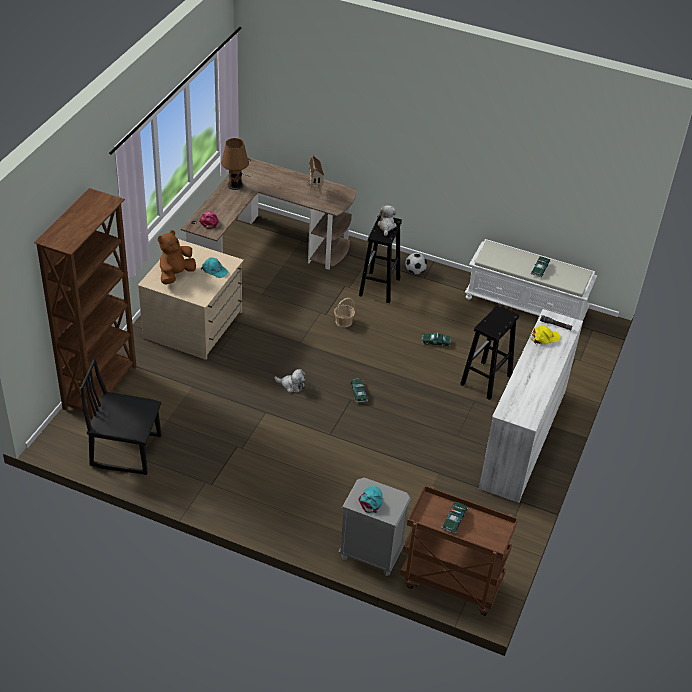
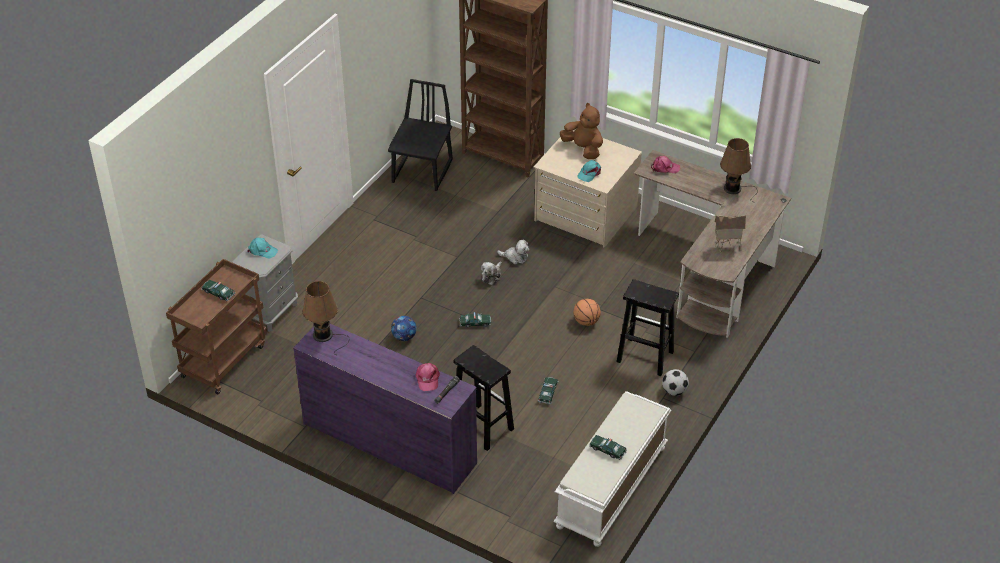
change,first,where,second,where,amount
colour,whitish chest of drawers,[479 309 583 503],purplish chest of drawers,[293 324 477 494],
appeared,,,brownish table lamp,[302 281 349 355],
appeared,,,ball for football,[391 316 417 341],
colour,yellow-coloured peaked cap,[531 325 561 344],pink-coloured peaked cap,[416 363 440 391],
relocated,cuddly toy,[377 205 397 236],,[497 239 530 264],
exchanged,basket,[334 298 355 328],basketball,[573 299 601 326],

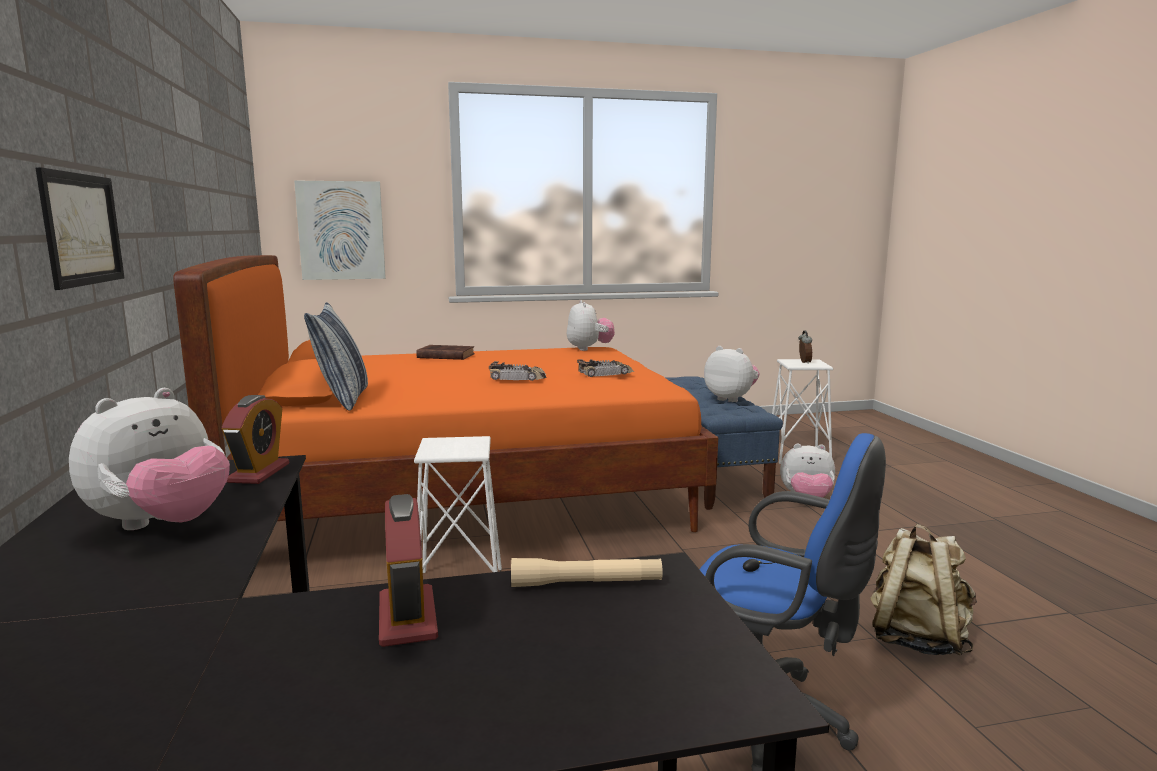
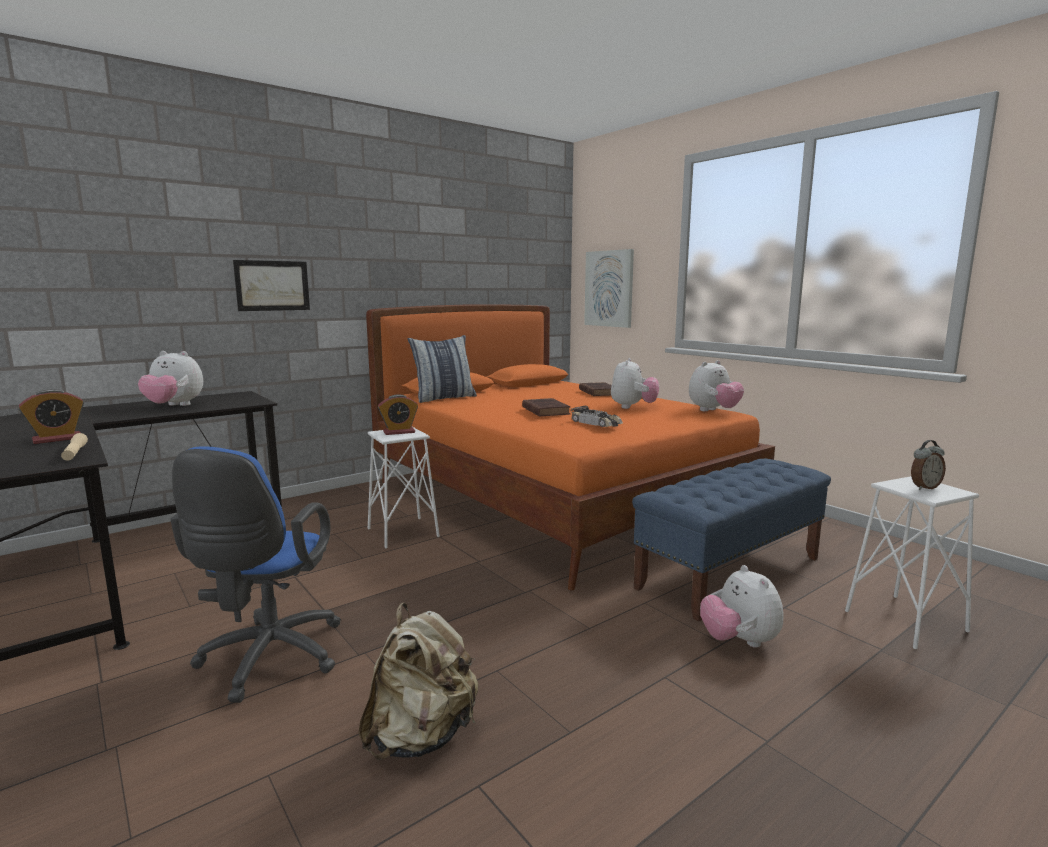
change,first,where,second,where,amount
relocated,table clock,[221 395 289 484],,[378 394 418 435],
exchanged,model car,[489 361 546 381],brownish volume,[522 398 571 417],
relocated,cuddly toy,[704 346 760 402],,[611 358 659 409],

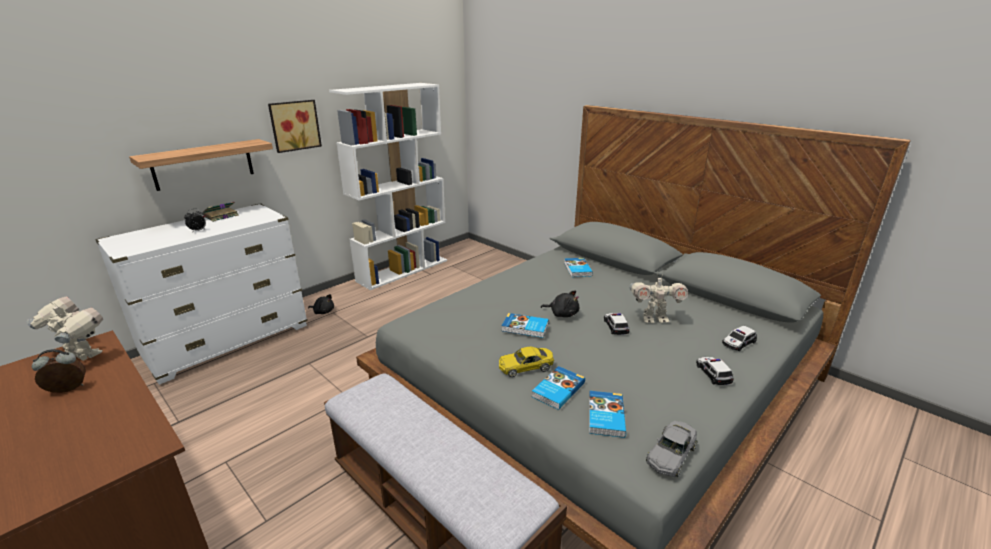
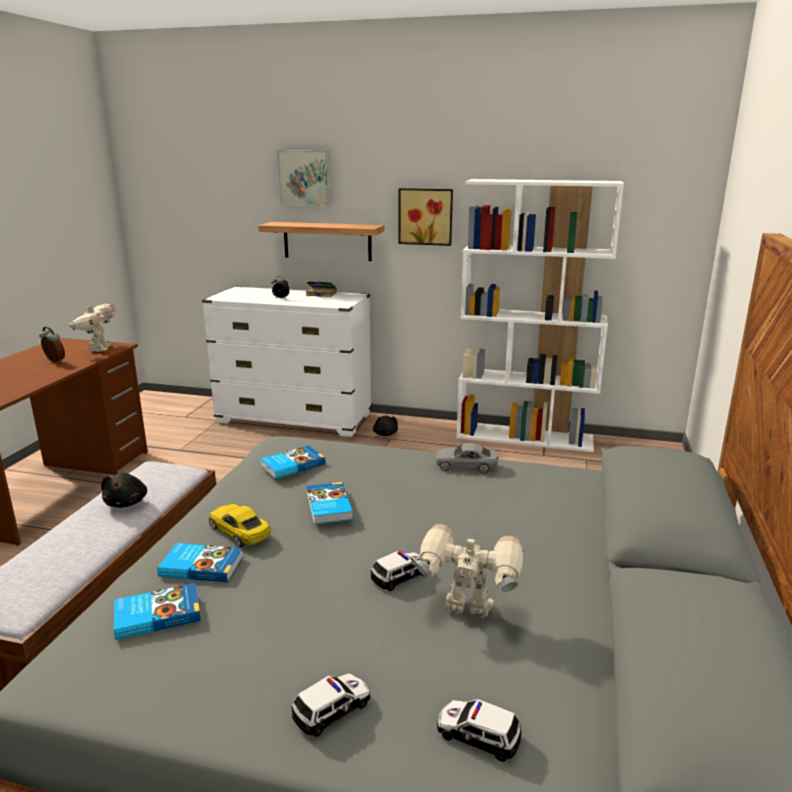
change,first,where,second,where,amount
relocated,black cuddly toy,[541 290 579 317],,[101 473 147 508],
relocated,volume,[564 258 593 277],,[260 445 325 479],
appeared,,,wall picture,[277 150 331 206],
spun,model robot,[630 273 688 323],,[416 524 523 617],135 degrees clockwise
relocated,grey model car,[646 421 697 477],,[435 443 499 473],

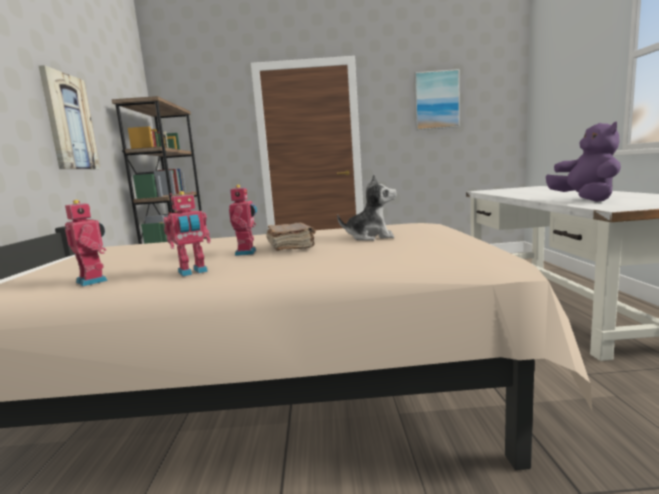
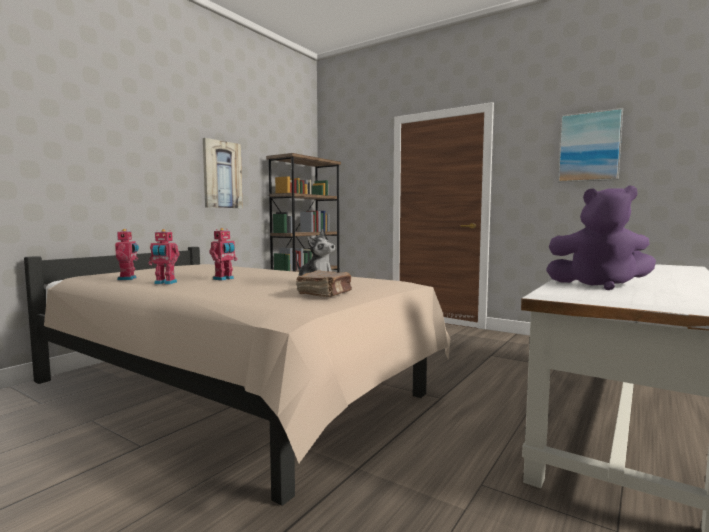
change,first,where,second,where,amount
relocated,brownish volume,[266 222 316 251],,[296 271 352 297],
spun,purplish cuddly toy,[546 122 621 202],,[546 185 656 290],75 degrees clockwise

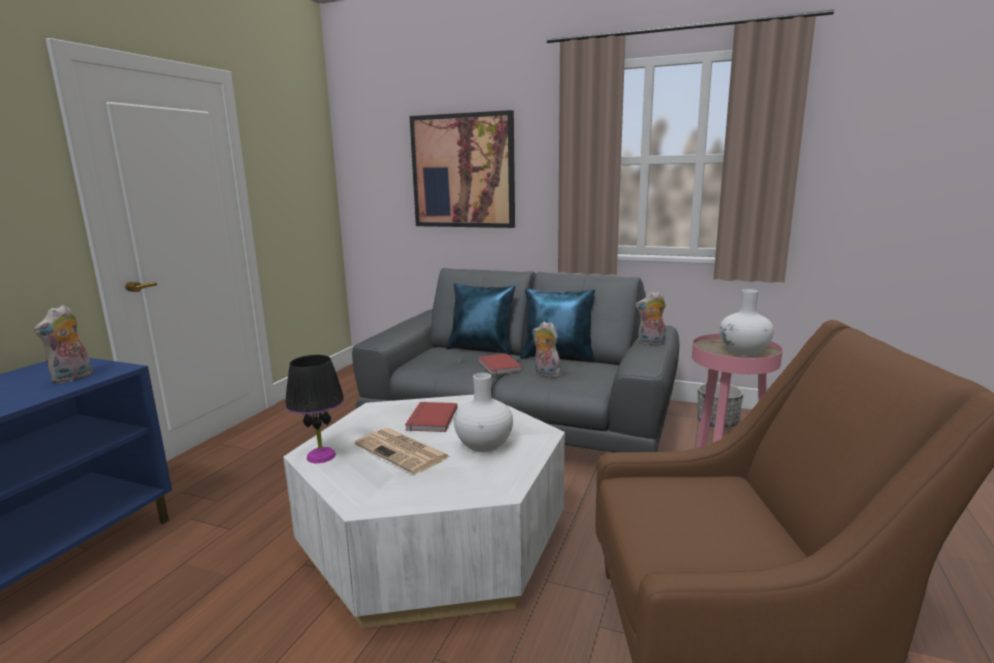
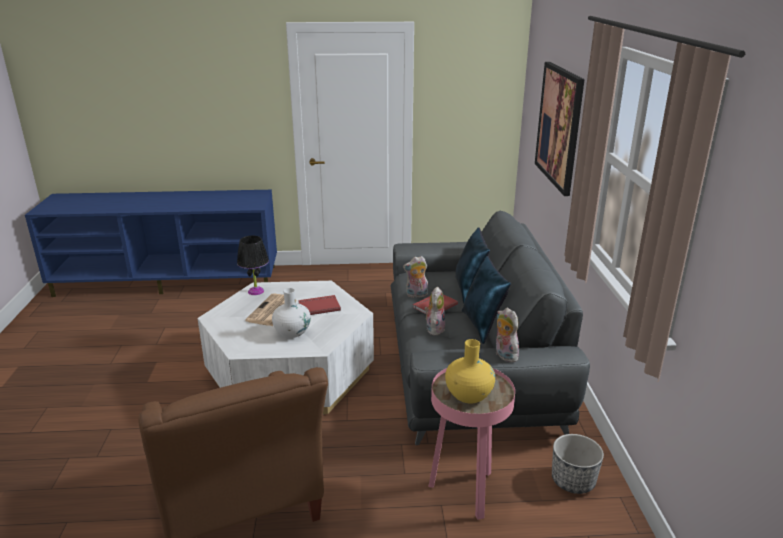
change,first,where,second,where,amount
relocated,cuddly toy,[33 305 92 383],,[403 256 428 298],
colour,whitish decorative vase,[720 289 774 355],yellow-coloured decorative vase,[445 339 496 404],

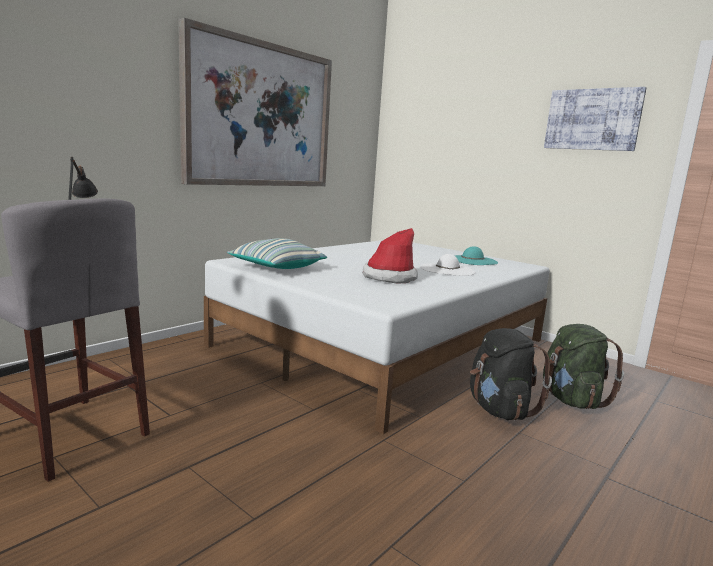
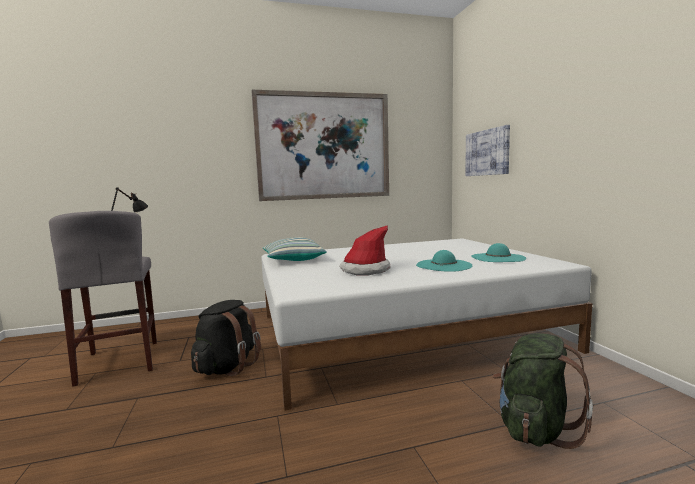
change,first,where,second,where,amount
relocated,black rucksack,[470 328 552 420],,[191 300 261 376],
colour,whitish clothing hat,[420 254 476 276],turquoise-coloured clothing hat,[416 250 472 272],
relocated,wall picture,[544 87 647 151],,[465 125 510 176],

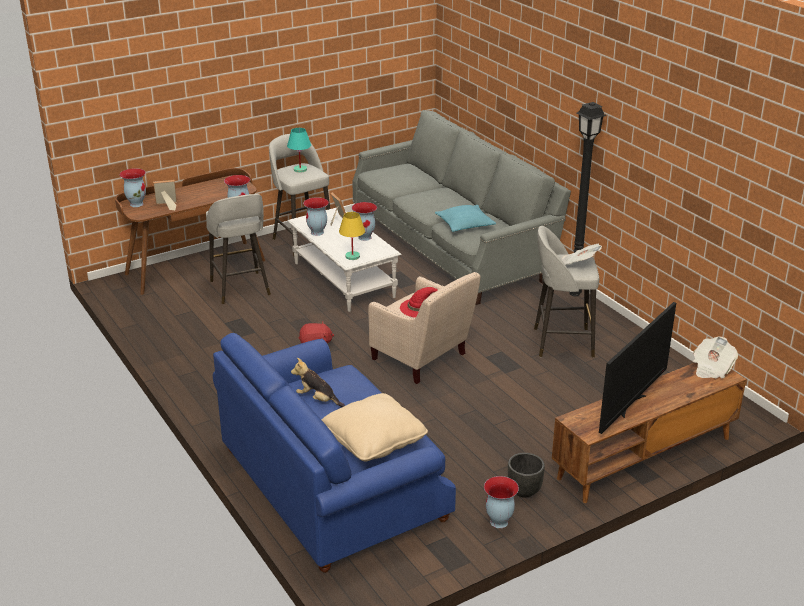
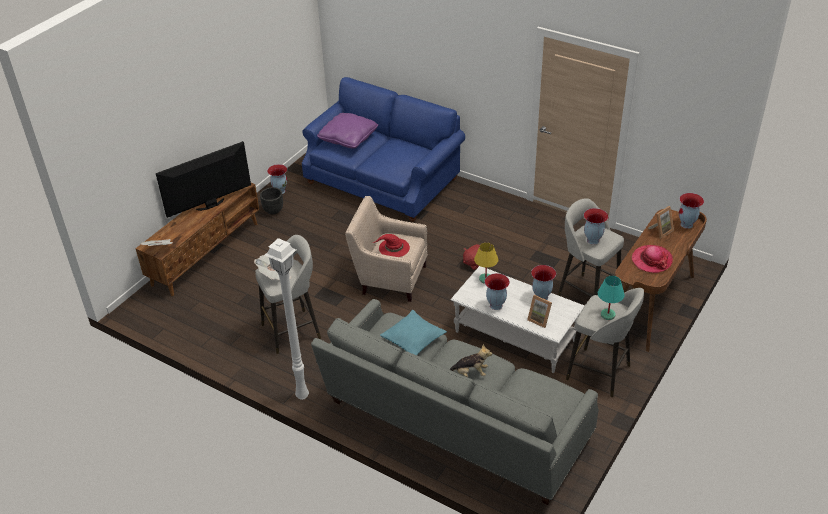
change,first,where,second,where,amount
spun,television,[599 302 676 434],,[156 141 251 218],45 degrees clockwise
colour,black standing lamp,[569 102 607 296],whitish standing lamp,[265 238 309 400],
colour,beige cushion,[321 393 428 461],purplish cushion,[317 113 378 149],
relocated,cuddly toy,[291 358 345 407],,[449 344 492 377],
appeared,,,clothing hat,[632 245 673 273],

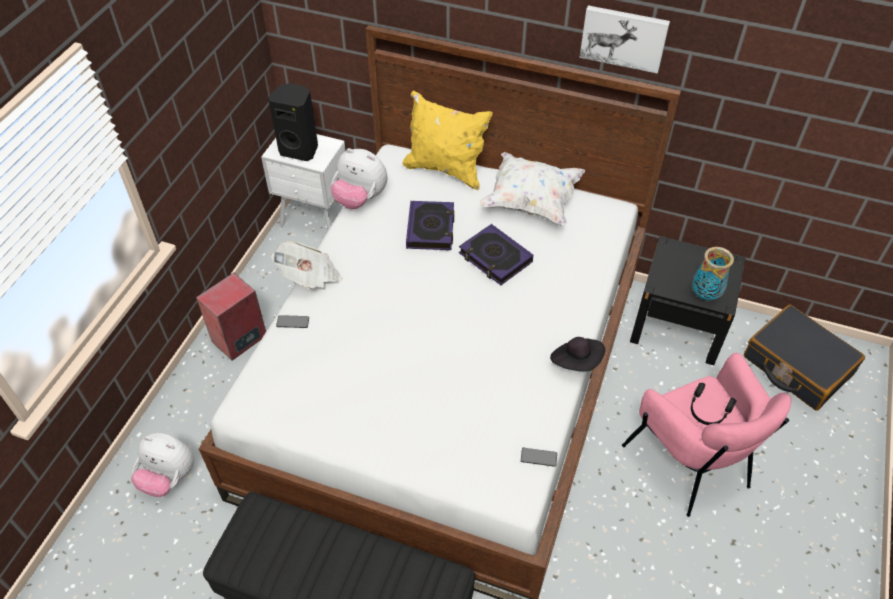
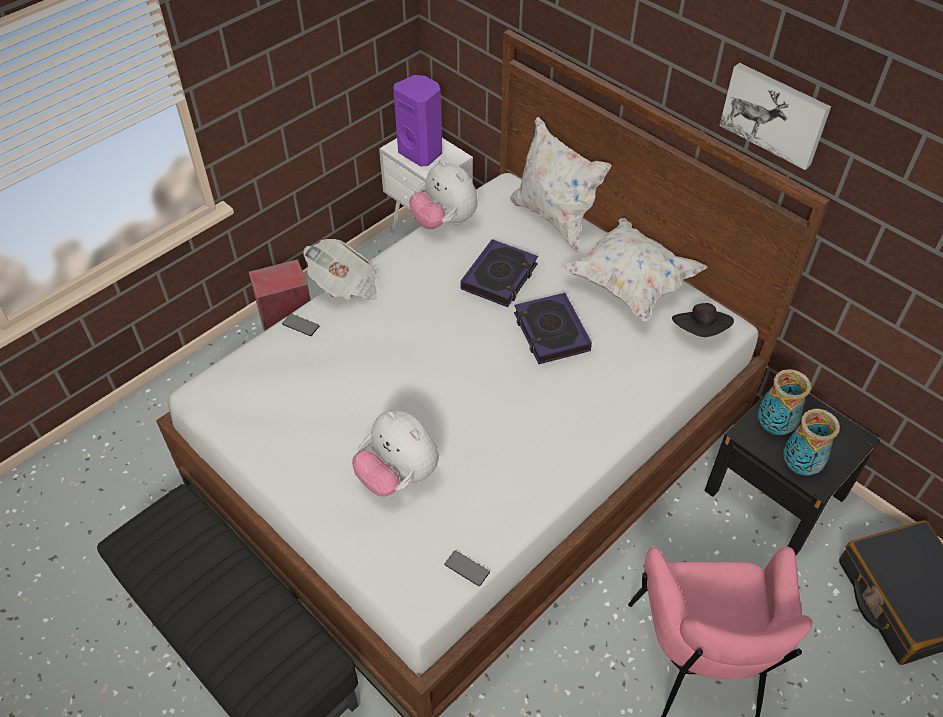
change,first,where,second,where,amount
relocated,cuddly toy,[131 432 194 497],,[352 410 439 497],
colour,black speaker,[268 83 318 161],purplish speaker,[393 75 442 167],
colour,yellow-coloured cushion,[403 91 492 190],whitish cushion,[510 117 611 252],
relocated,black clothing hat,[550 337 605 372],,[672 303 734 337],
appeared,,,decorative vase,[758 369 811 435],
missing,black pair of headphones,[691 383 737 425],,,

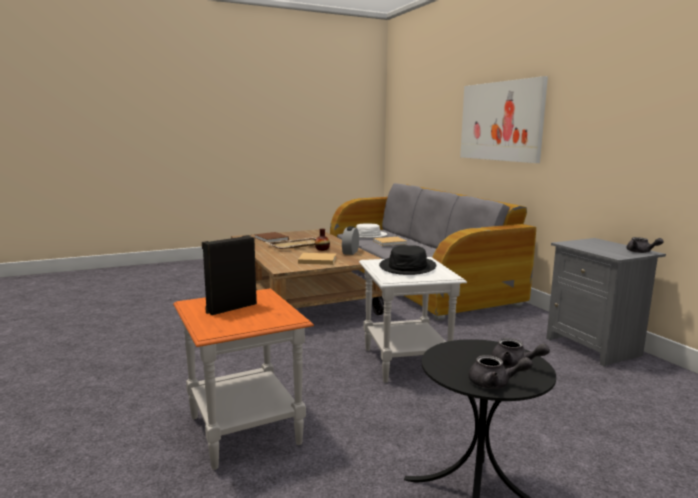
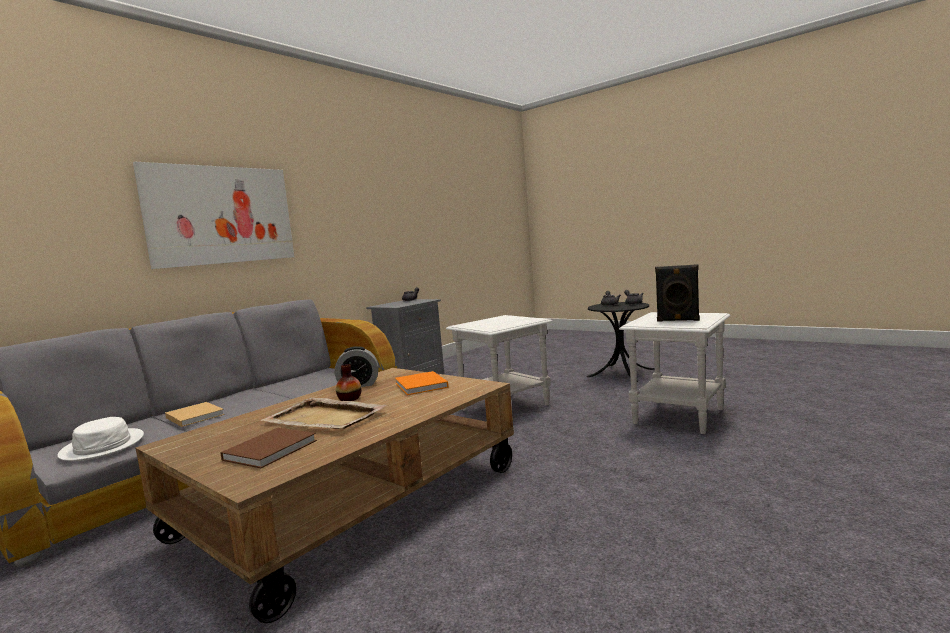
change,first,where,second,where,amount
colour,beige volume,[298 253 336 265],orange volume,[395 371 449 395],
colour,orange accent table,[173 289 314 470],whitish accent table,[619 312 730 434],
missing,black clothing hat,[379 245 436 275],,,

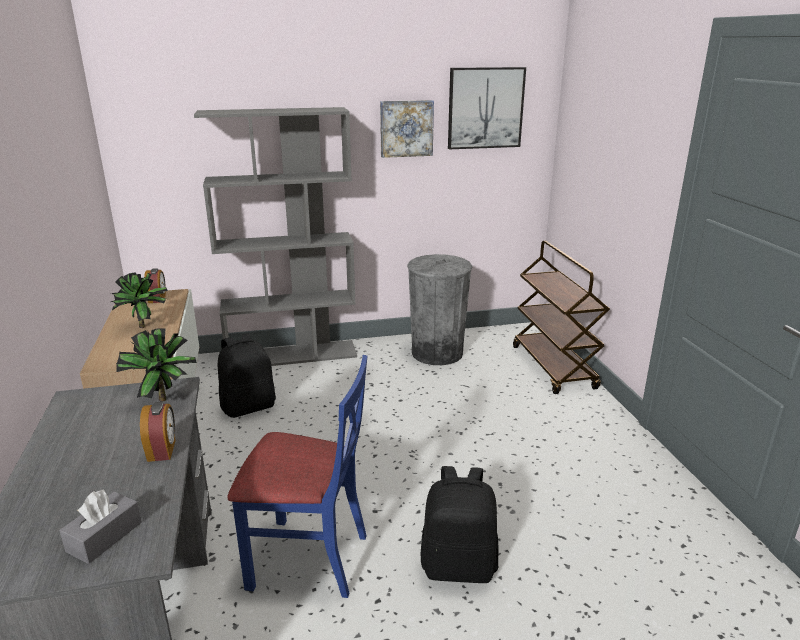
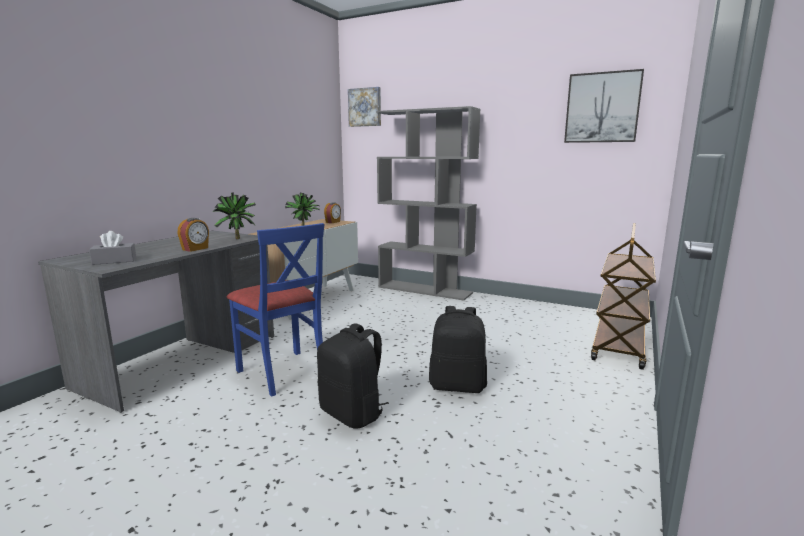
change,first,where,second,where,amount
relocated,wall picture,[380 100 434 158],,[348 87 381 127],
relocated,black rucksack,[218 333 276 418],,[429 306 487 393],
missing,grey waste bin,[407 254 473 365],,,

